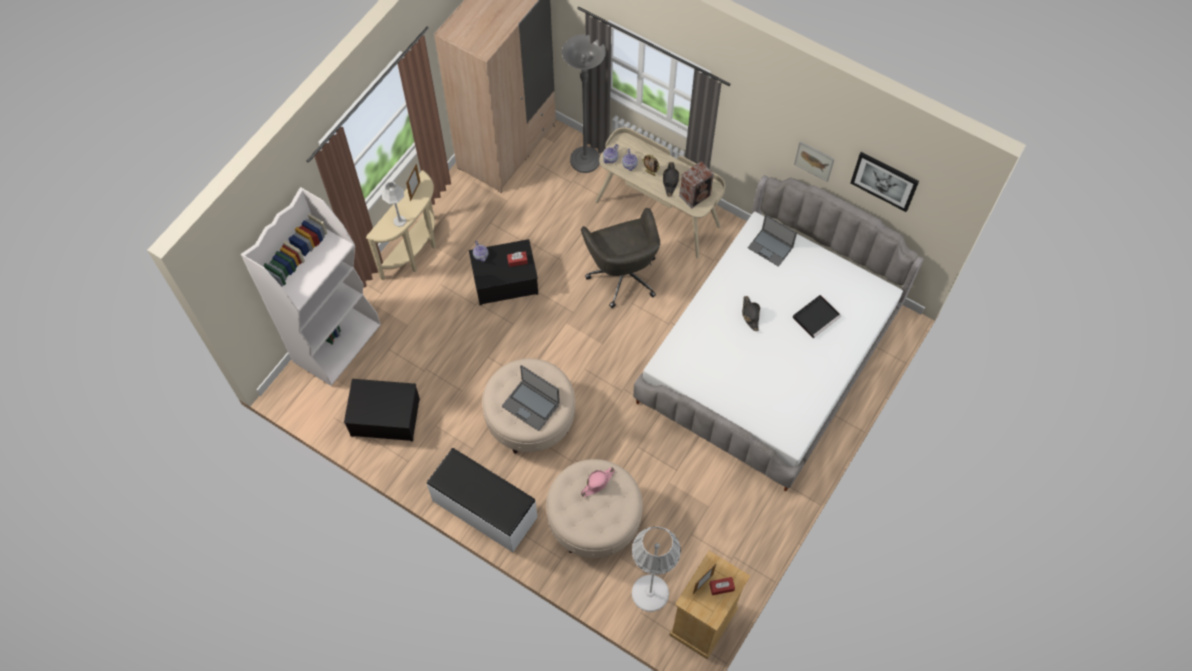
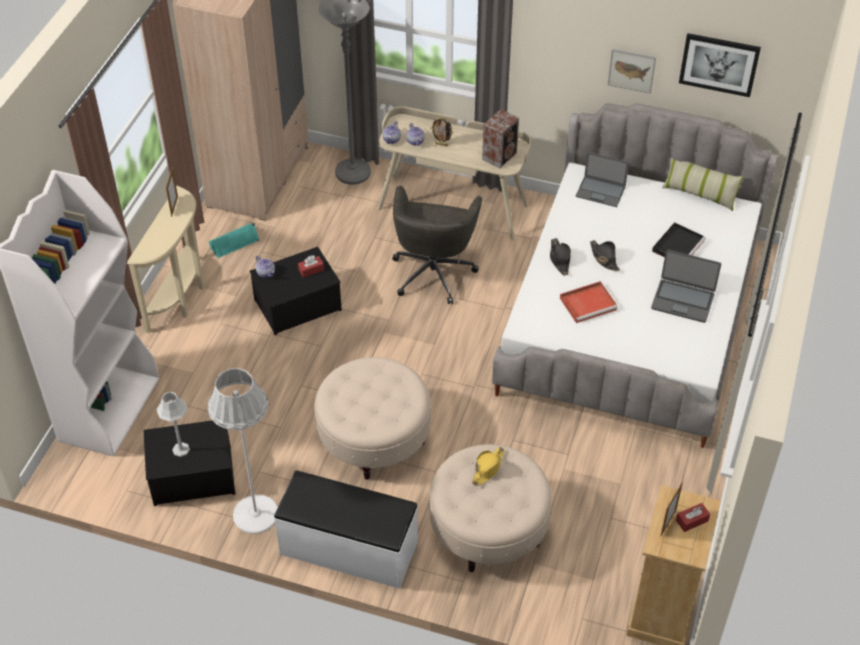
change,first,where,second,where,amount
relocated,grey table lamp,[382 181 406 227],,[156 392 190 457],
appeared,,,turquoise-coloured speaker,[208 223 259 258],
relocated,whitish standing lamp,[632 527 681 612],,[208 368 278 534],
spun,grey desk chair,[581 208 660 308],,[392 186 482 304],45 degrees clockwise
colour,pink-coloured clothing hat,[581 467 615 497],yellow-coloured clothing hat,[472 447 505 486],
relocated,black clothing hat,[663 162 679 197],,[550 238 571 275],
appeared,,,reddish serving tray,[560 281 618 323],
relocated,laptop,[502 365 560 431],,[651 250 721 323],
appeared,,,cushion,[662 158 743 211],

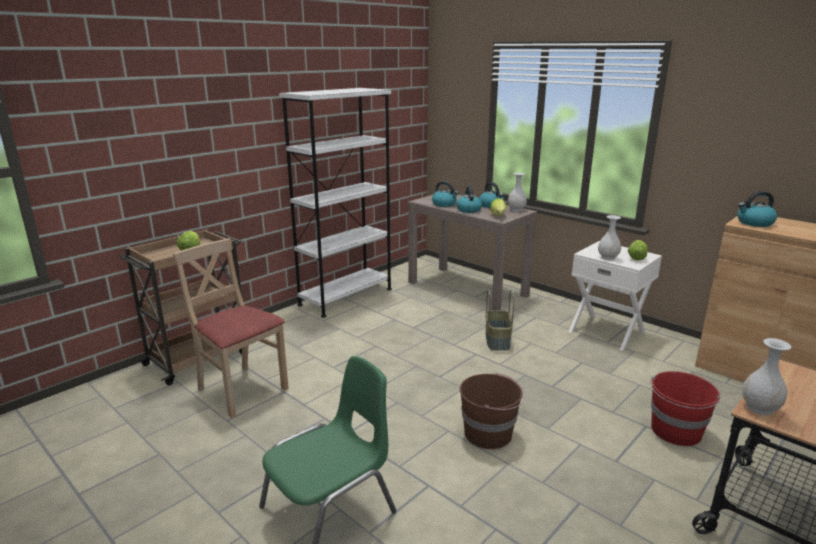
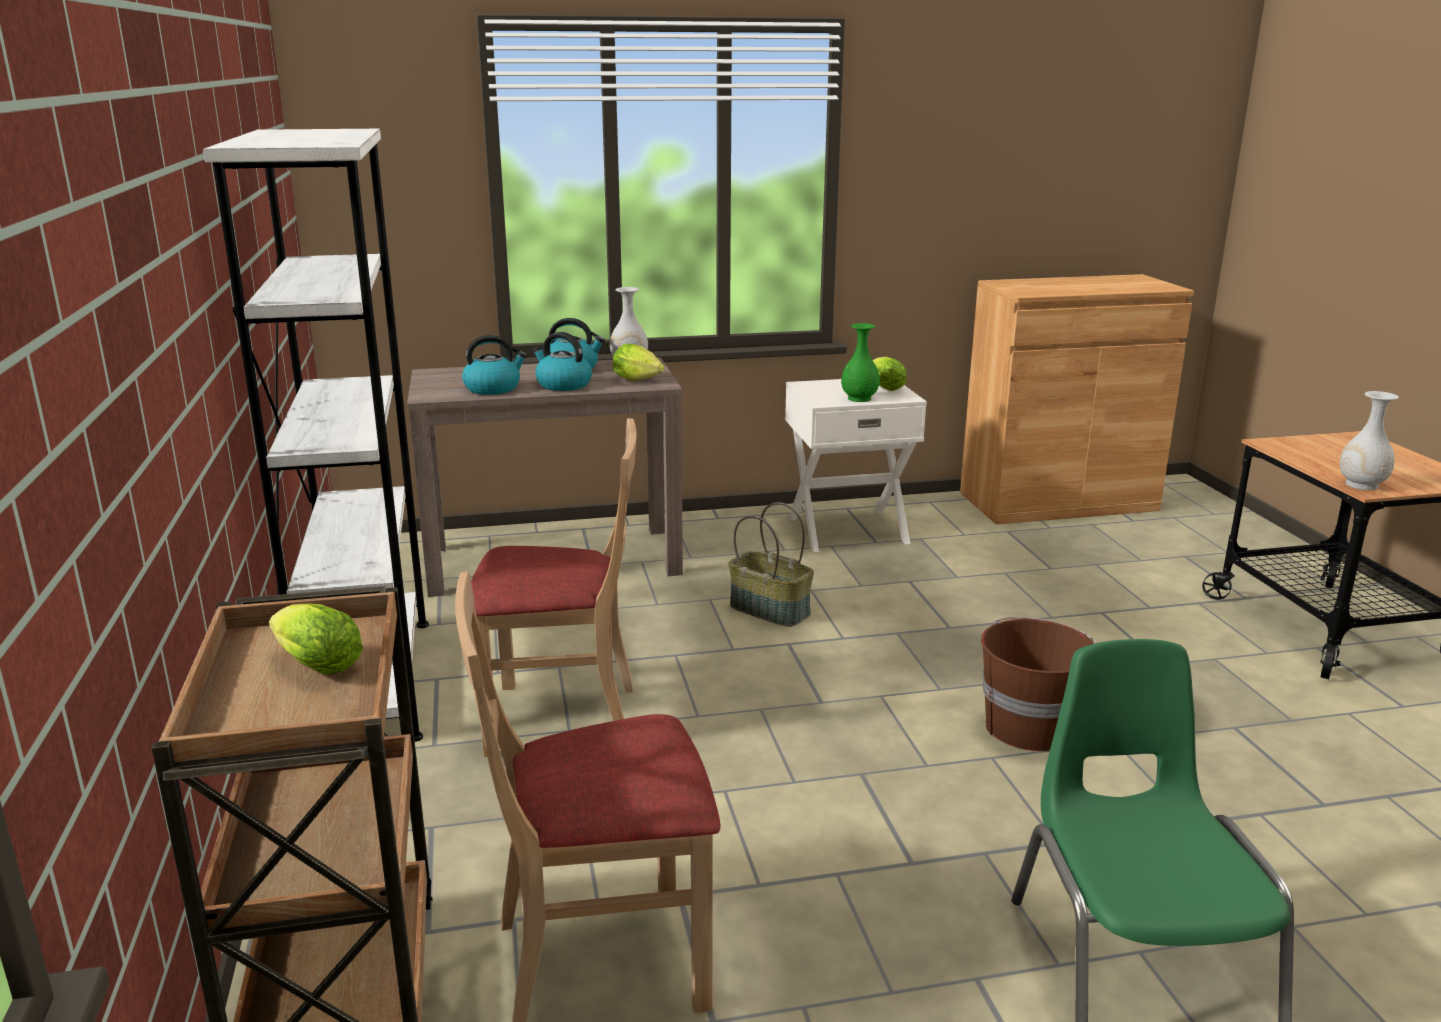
change,first,where,second,where,amount
appeared,,,beige upright chair,[471 418 637 757],
colour,whitish decorative vase,[598 215 621 260],green decorative vase,[841 323 880 402],
missing,reddish bucket,[650 371 720 446],,,
missing,tea kettle,[737 191 777 227],,,

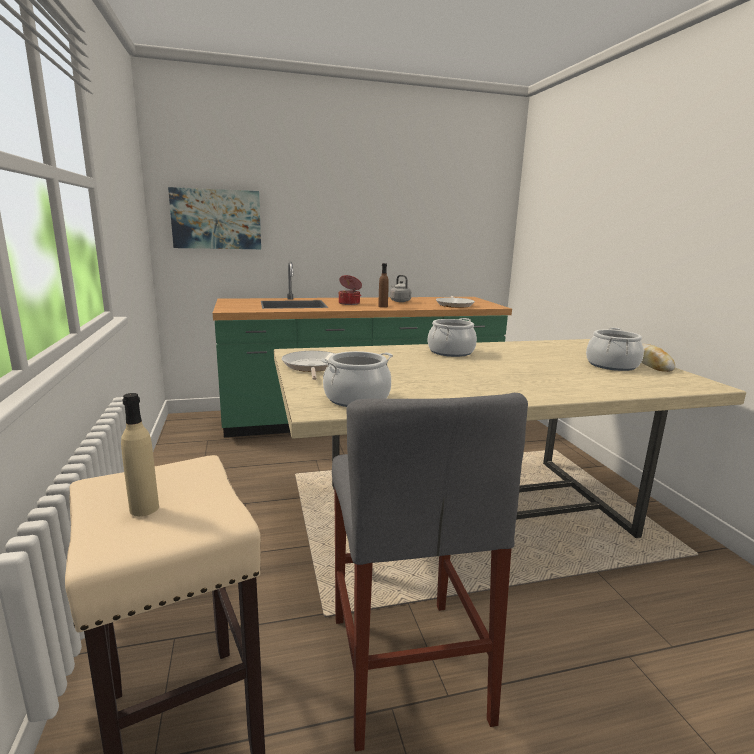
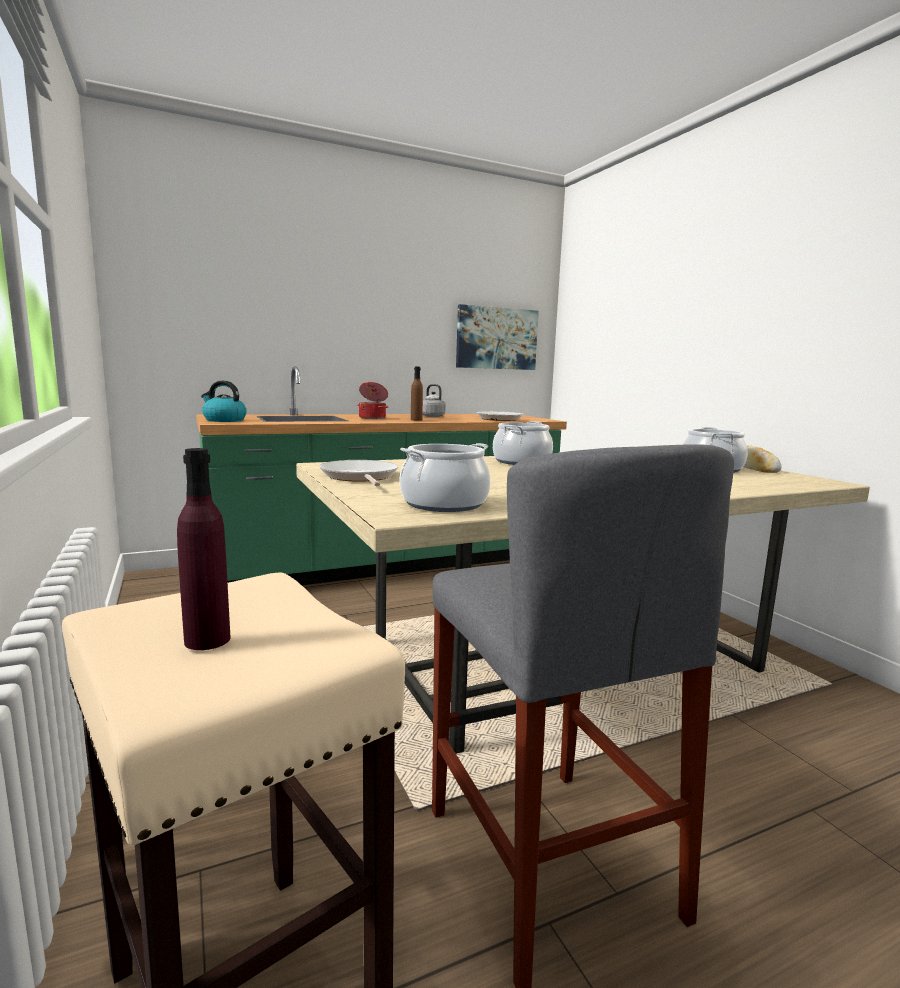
change,first,where,second,where,amount
colour,beige beverage bottle,[121 393 159 516],purplish beverage bottle,[177 448 231 650],
appeared,,,tea kettle,[201 381 247 422],
relocated,wall picture,[168 187 261 249],,[456 304 539 370],

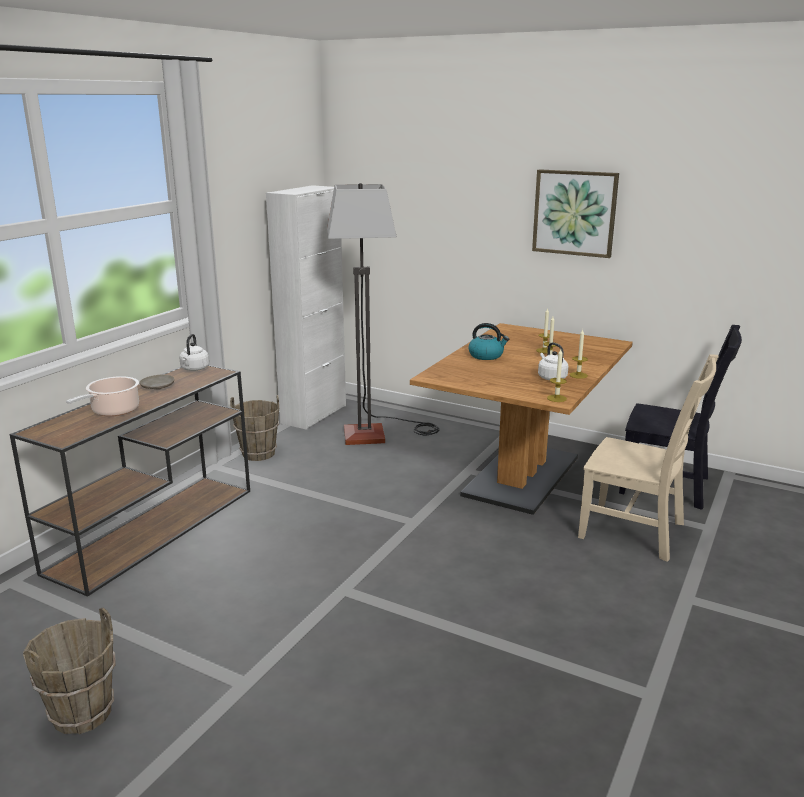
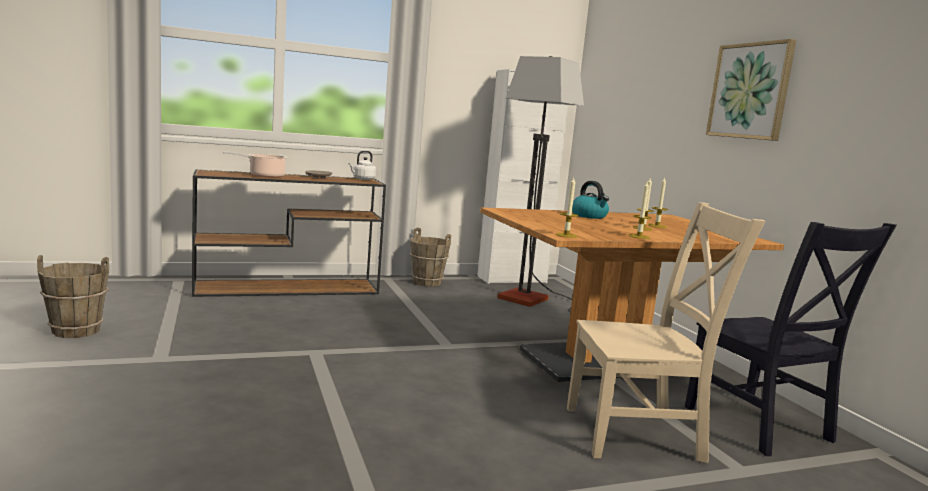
change,first,where,second,where,amount
spun,beige upright chair,[578 354 719 562],,[567 202 765 463],75 degrees counterclockwise
missing,whitish tea kettle,[538 342 568 380],,,

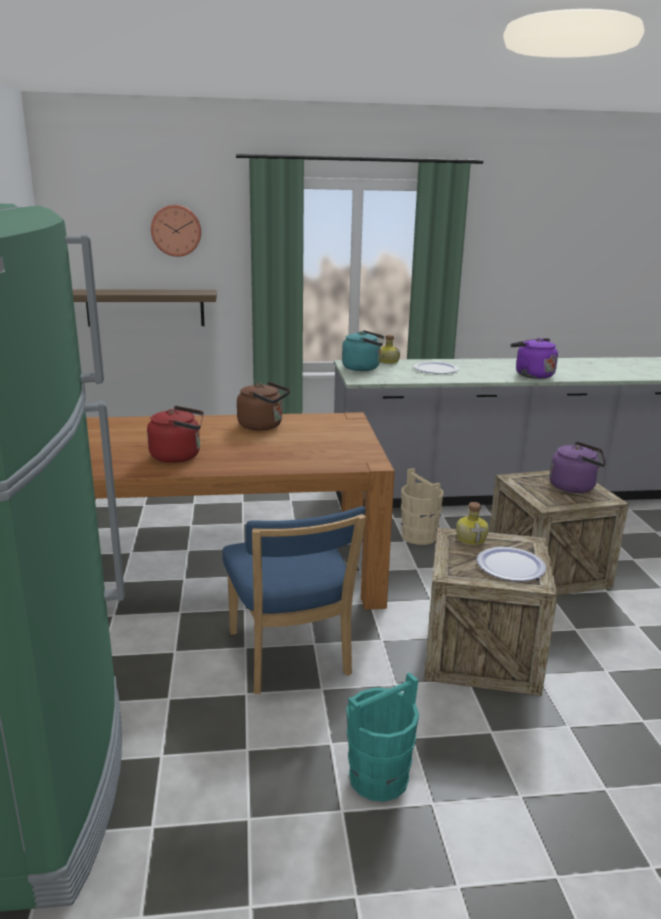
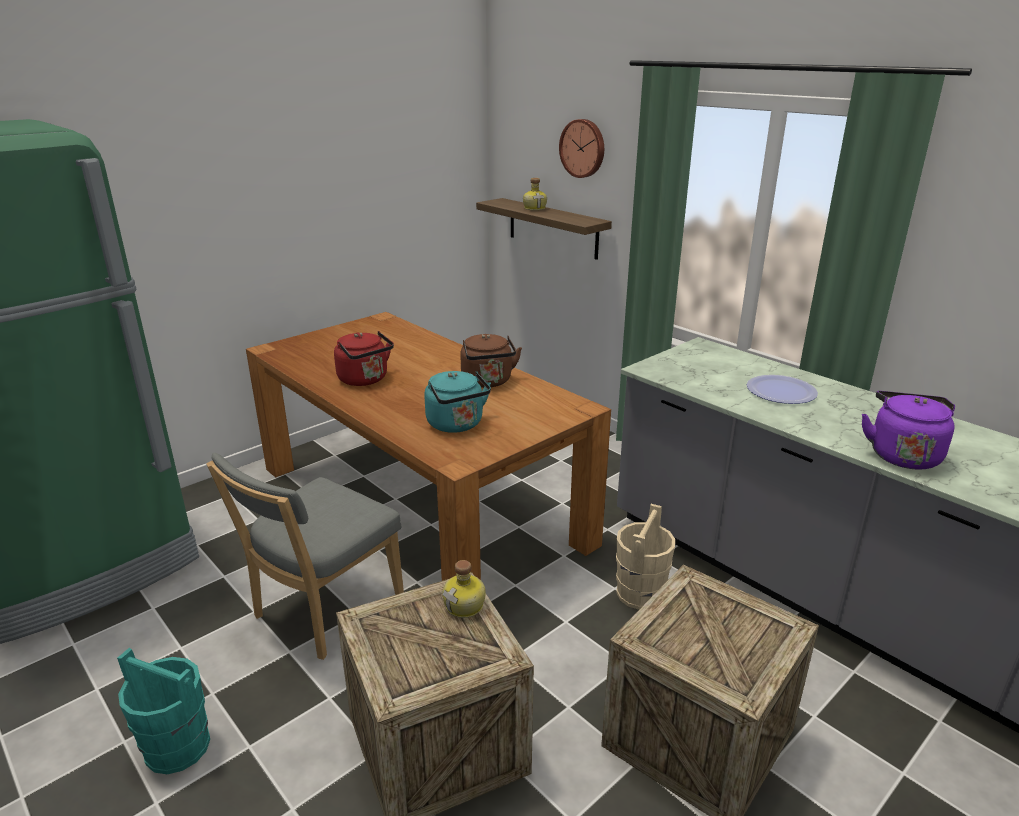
change,first,where,second,where,amount
colour,blue upright chair,[223 506 366 694],grey upright chair,[206 453 404 660],
relocated,turquoise-coloured tea kettle,[342 330 384 371],,[424 371 491 433],
relocated,beverage bottle,[380 335 400 364],,[523 178 547 210],
missing,plate,[477 547 546 581],,,
missing,purplish tea kettle,[549 441 606 493],,,

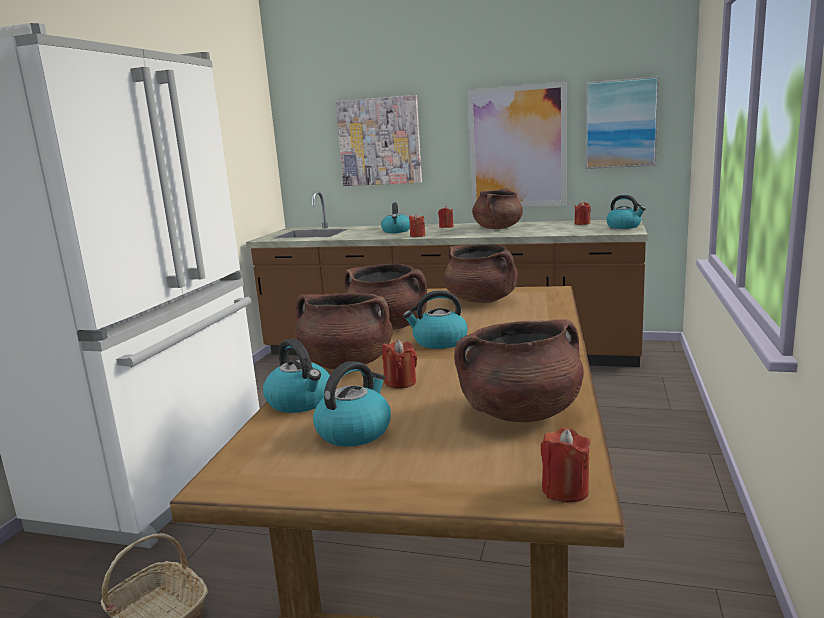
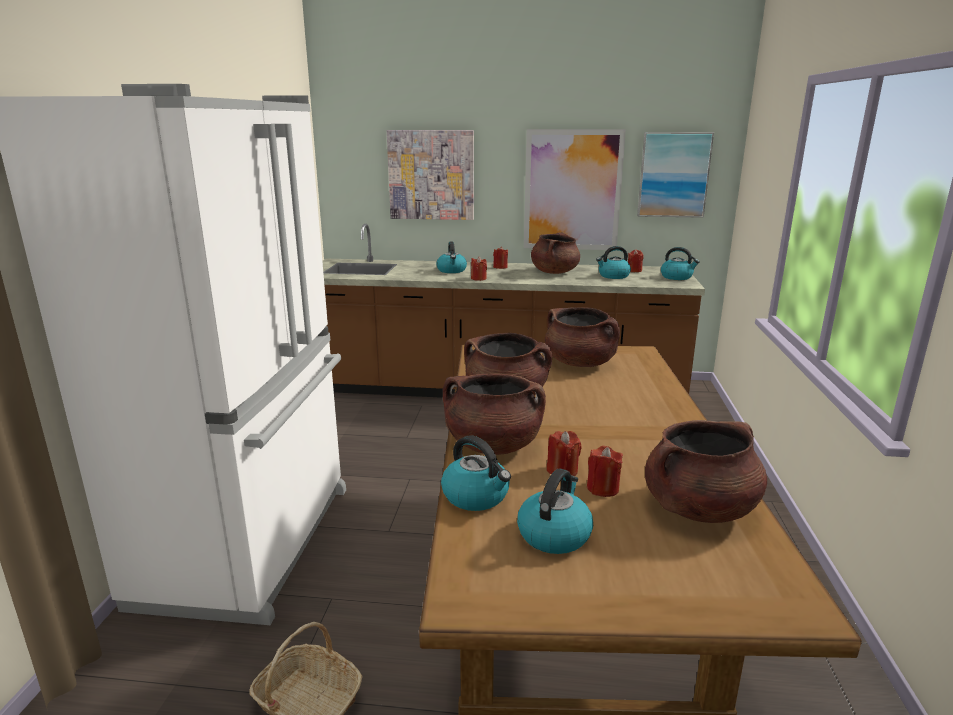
change,first,where,second,where,amount
relocated,reddish wax light,[541 428 591 503],,[587 446 623 497],
relocated,tea kettle,[403 290 468 349],,[596 246 631 279],

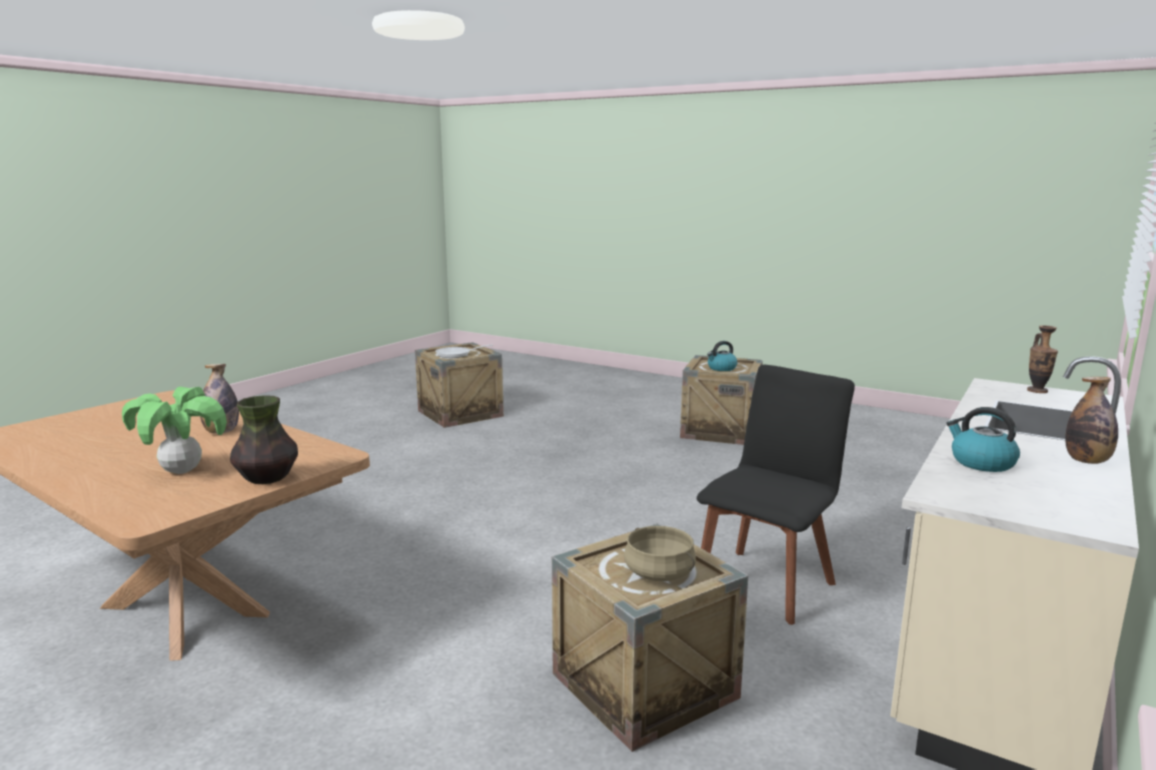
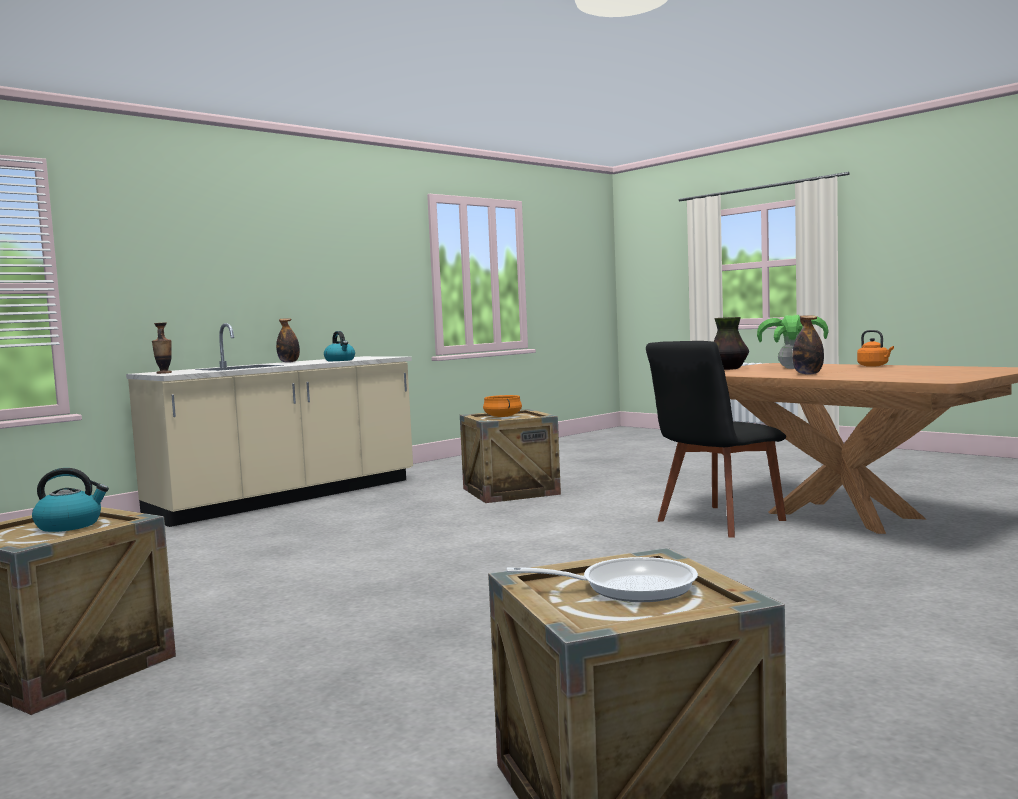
change,first,where,second,where,amount
colour,beige stockpot,[624 526 696 581],orange stockpot,[483 395 522 417],
relocated,black upright chair,[697 365 855 625],,[646 341 786 538],
appeared,,,orange tea kettle,[857 330 894 367],

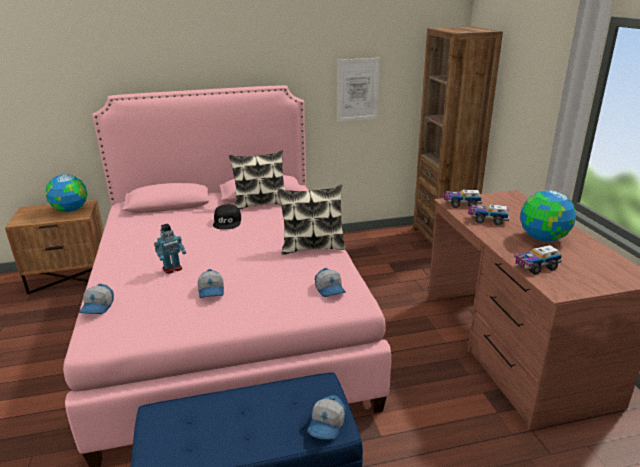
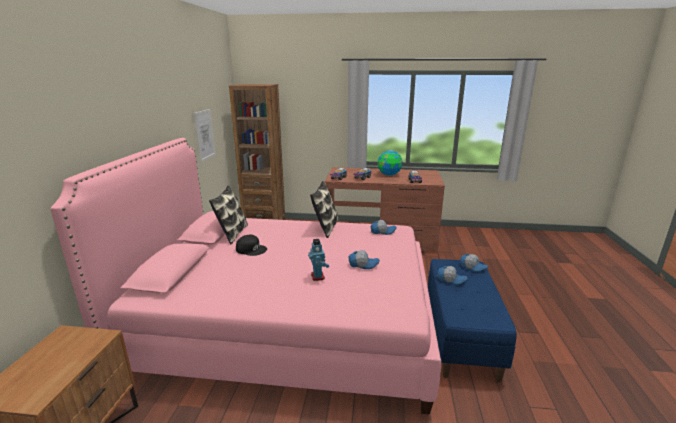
change,first,where,second,where,amount
relocated,peaked cap,[79 283 114 314],,[437 266 468 285],
missing,desk globe,[45 174 87 212],,,

